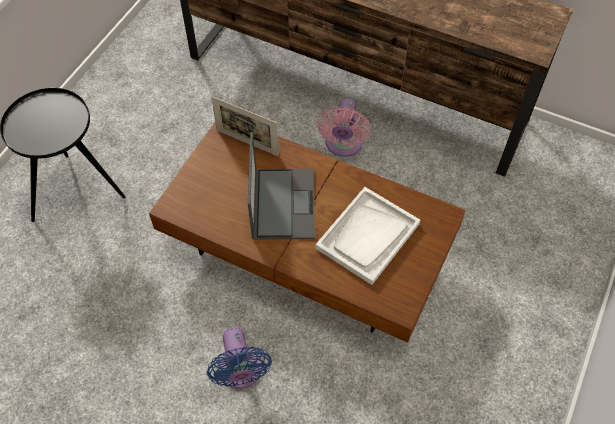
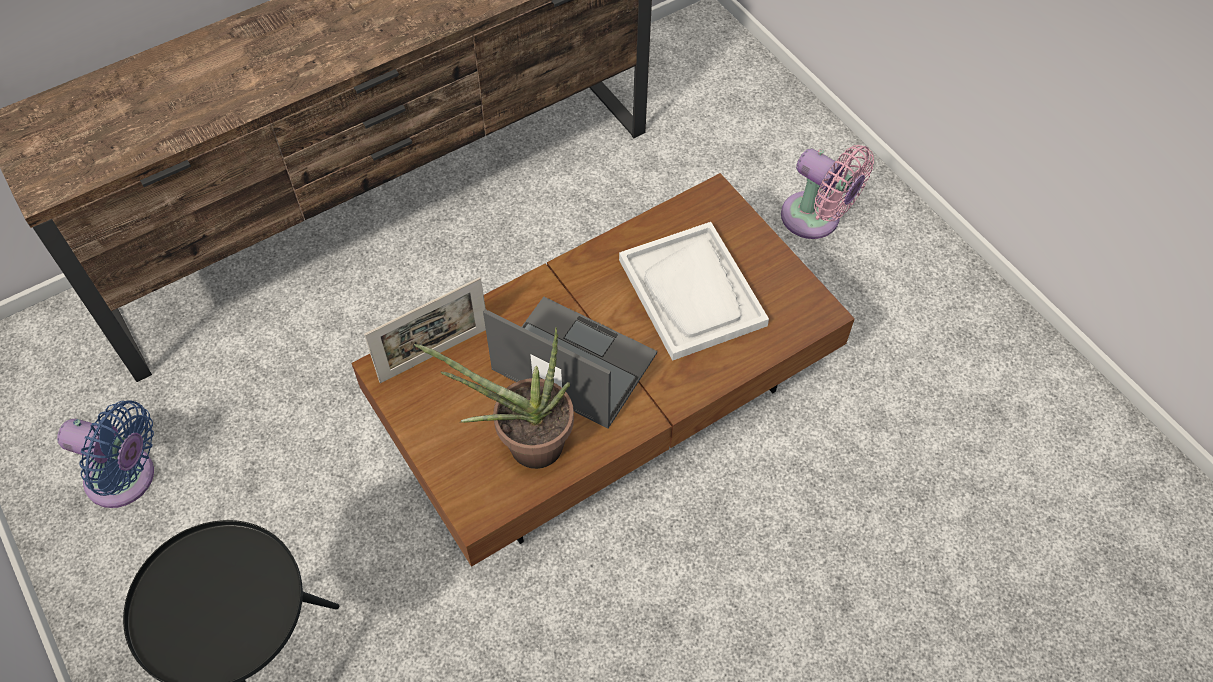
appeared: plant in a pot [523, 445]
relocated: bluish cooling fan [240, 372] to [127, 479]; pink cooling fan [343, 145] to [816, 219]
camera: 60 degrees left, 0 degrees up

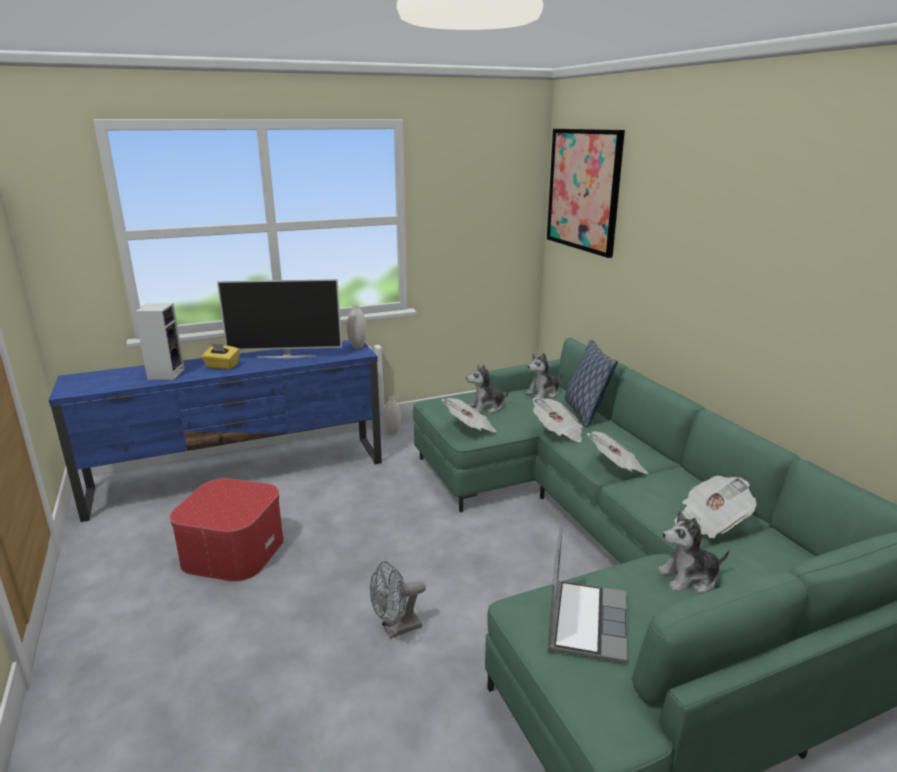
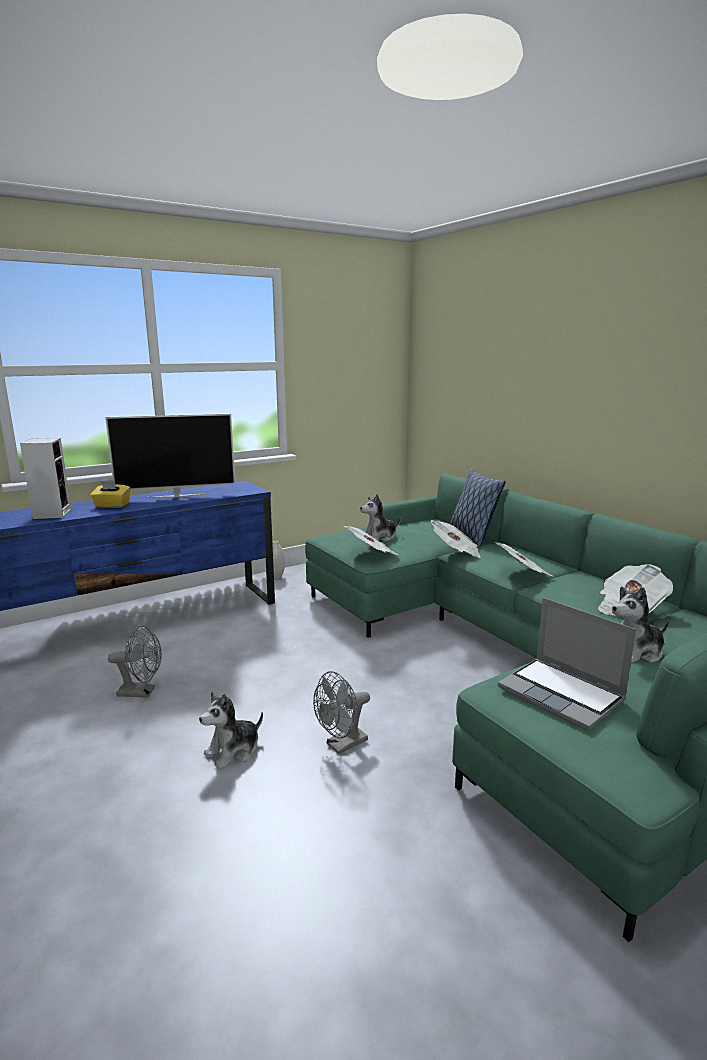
missing: whitish decorative vase [357, 347]; picture [583, 190]
relocated: plush toy [543, 393] to [233, 751]
exchanged: footrest [233, 551] to grey cooling fan [142, 692]
spun: notebook computer [585, 621] = [562, 694] 135 degrees clockwise
camera: 10 degrees left, 5 degrees down

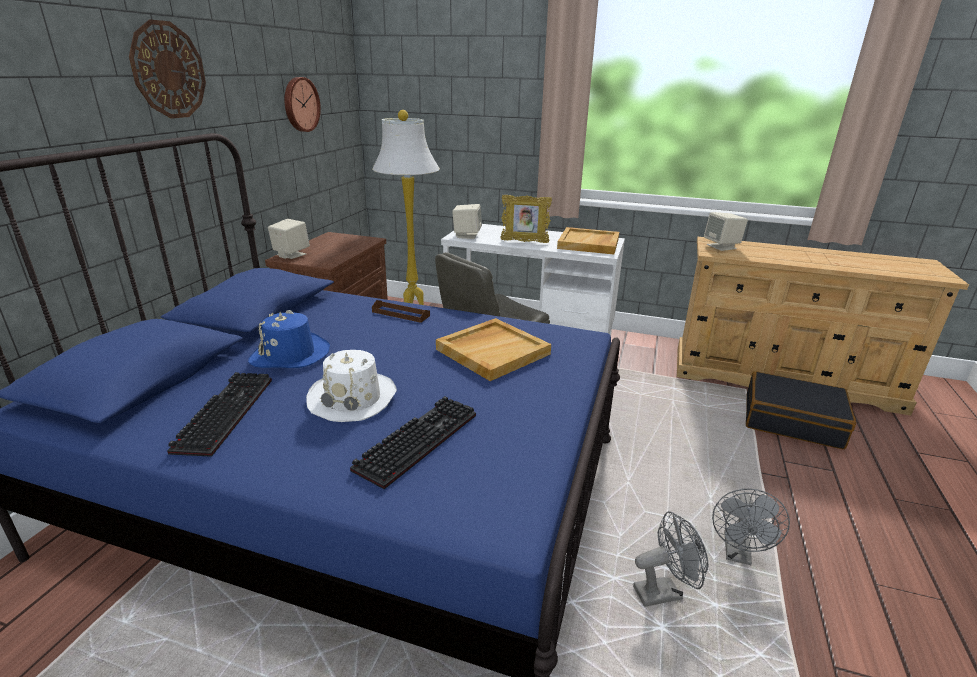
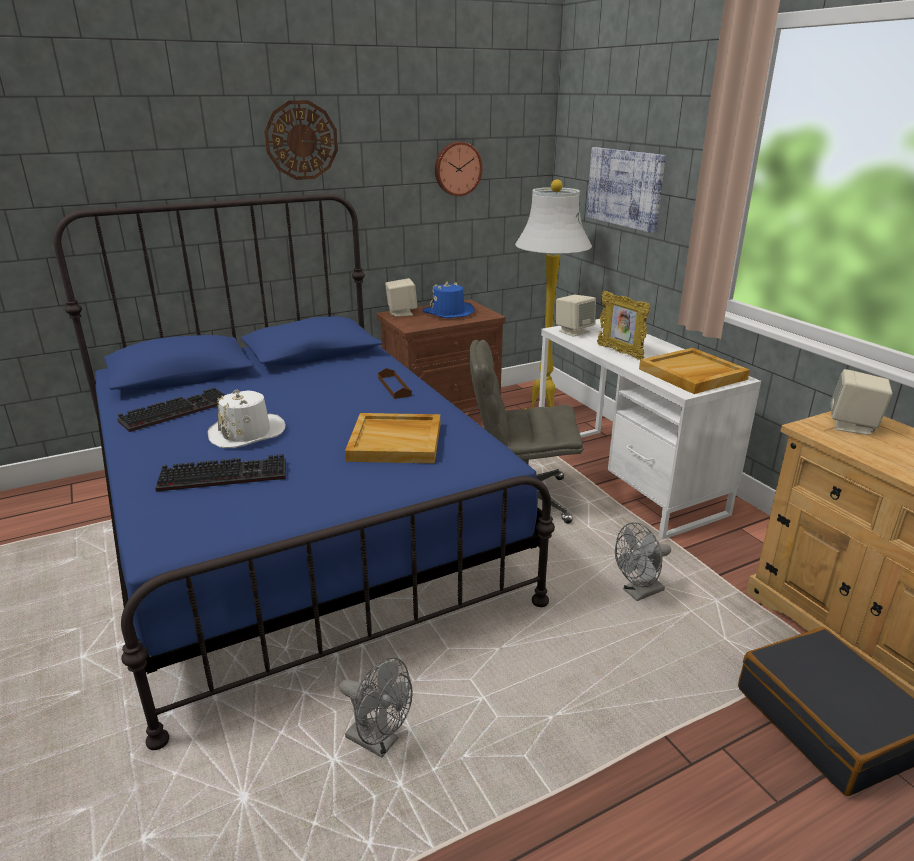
appeared: picture [625, 188]
relocated: bluish clothing hat [290, 355] to [448, 312]; grey cooling fan [738, 554] to [638, 593]
camera: 45 degrees right, 0 degrees up

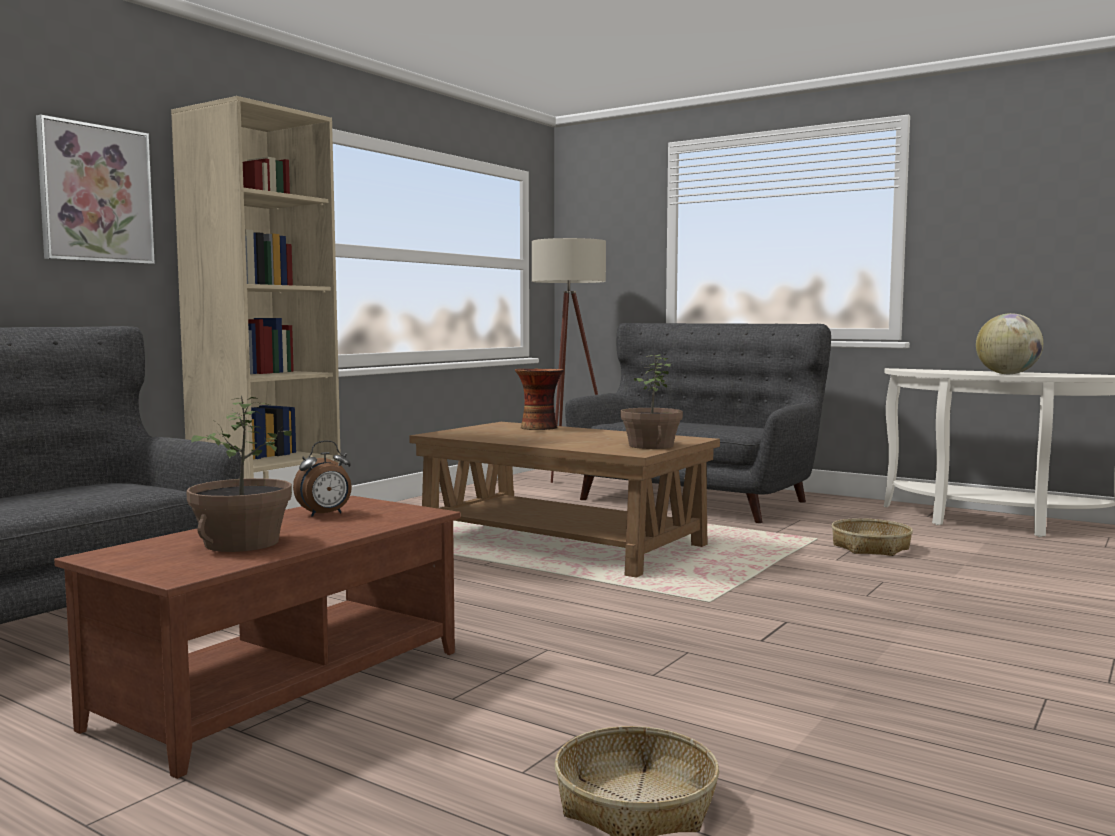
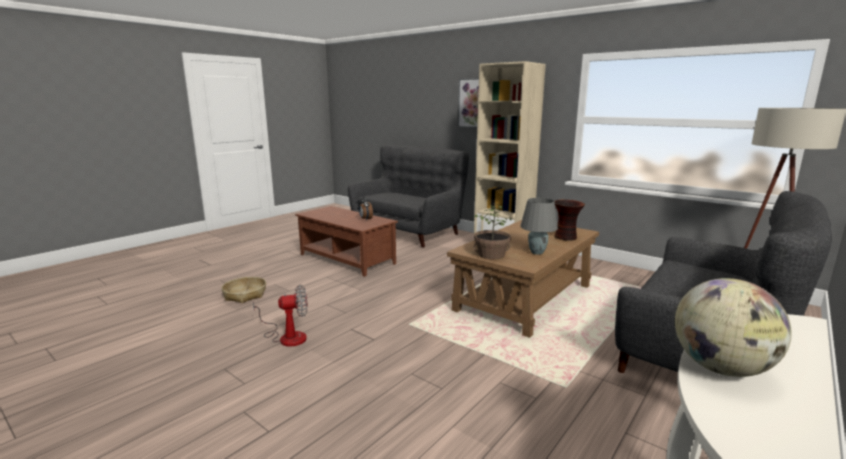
missing: plant in a pot [241, 543]; household basket [871, 547]
appeared: cooling fan [287, 336]; grey tabletop lamp [536, 252]
camera: 95 degrees right, 10 degrees up

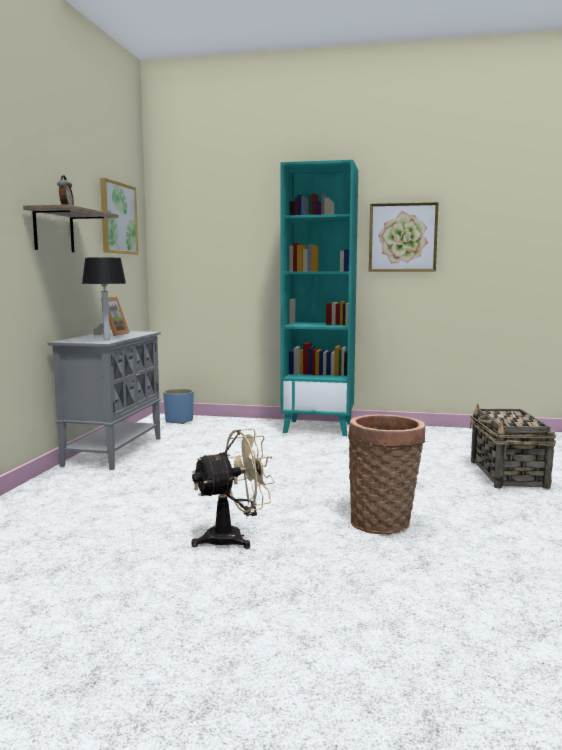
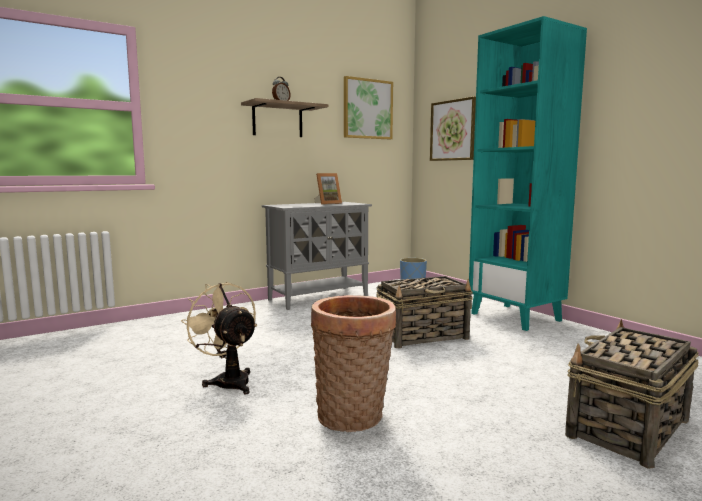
missing: tabletop lamp [106, 339]
appeared: household basket [423, 336]
relocated: picture [402, 237] to [452, 130]
spun: sand-coloured cooling fan [233, 538] = [228, 380] 150 degrees counterclockwise
camera: 45 degrees right, 0 degrees up

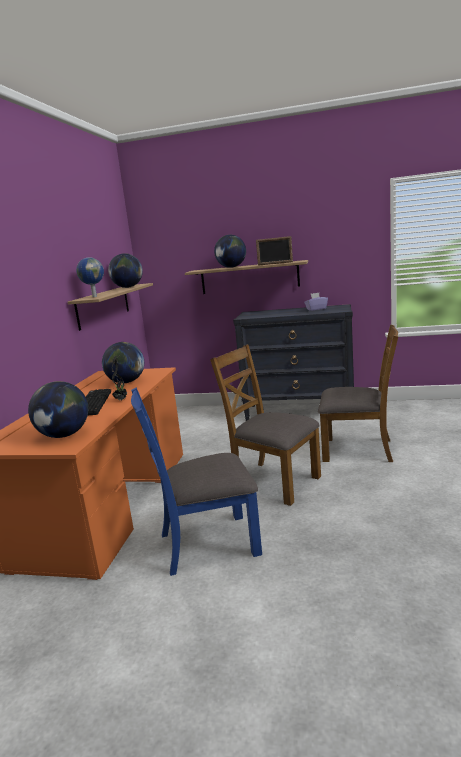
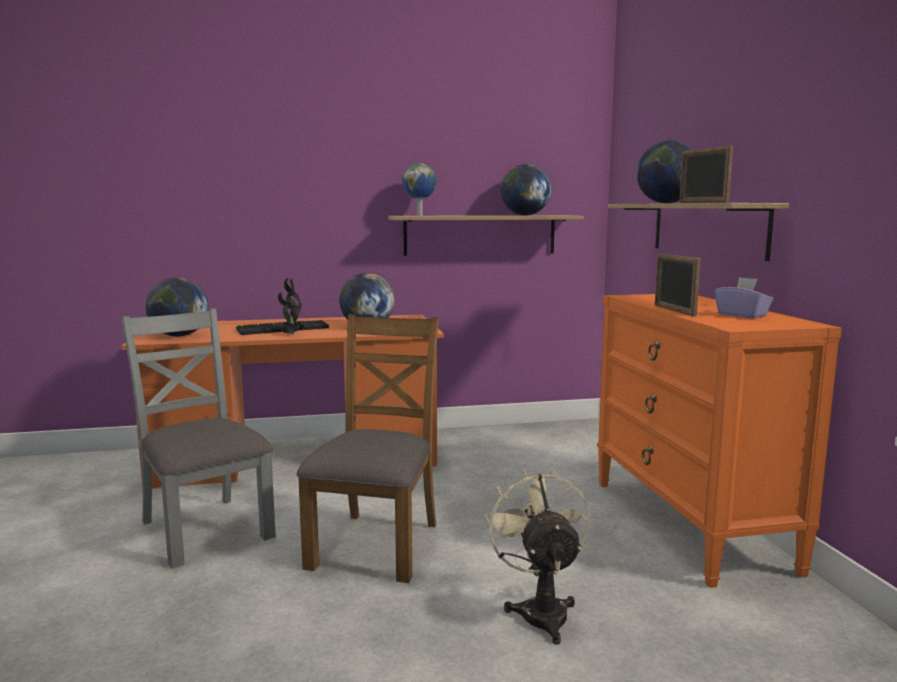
appeared: picture frame [674, 310]
exchanged: brown upright chair [358, 450] to sand-coloured cooling fan [540, 610]
colour: bluish upright chair [207, 543] to grey upright chair [204, 529]; black drawer chest [300, 411] to orange drawer chest [690, 524]
camera: 65 degrees right, 5 degrees down

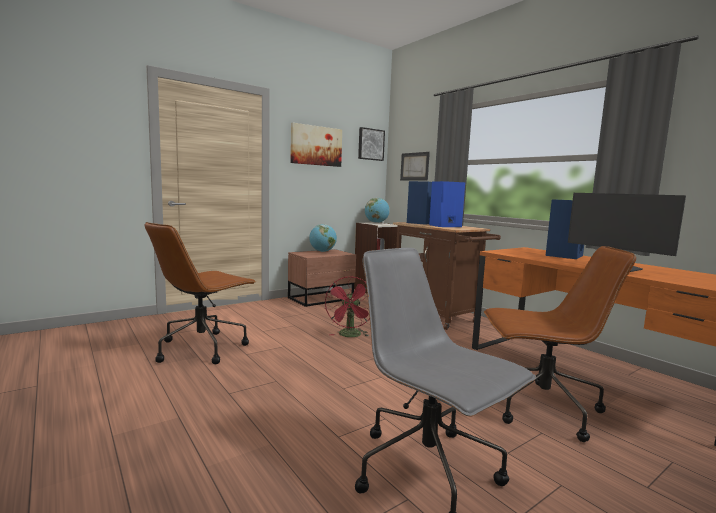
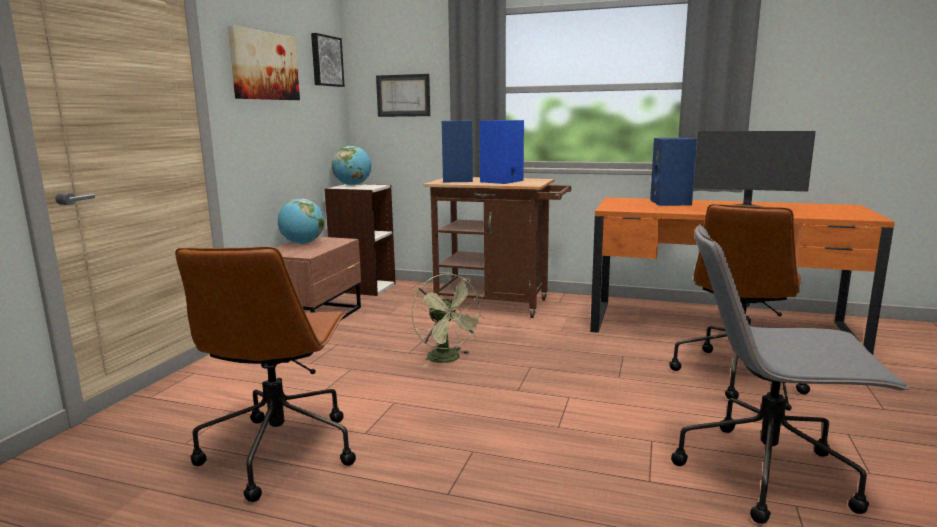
colour: reddish cooling fan [350, 336] to green cooling fan [448, 359]
spun: brown computer chair [540, 408] = [736, 373] 150 degrees clockwise
camera: 35 degrees left, 5 degrees up

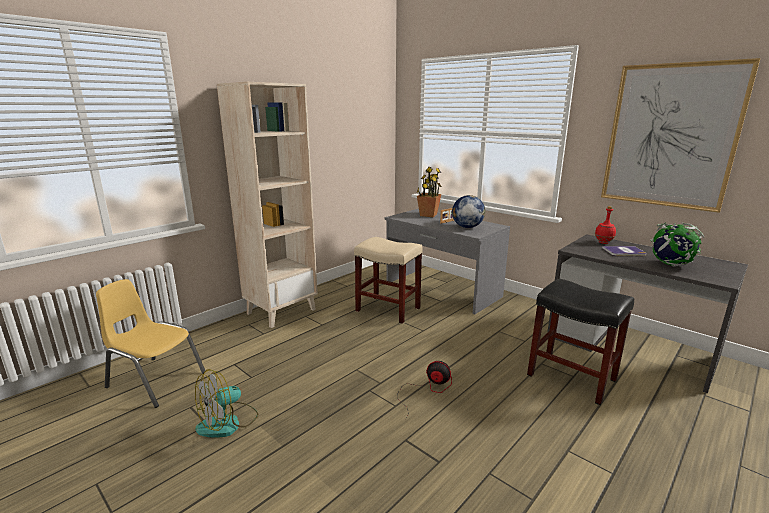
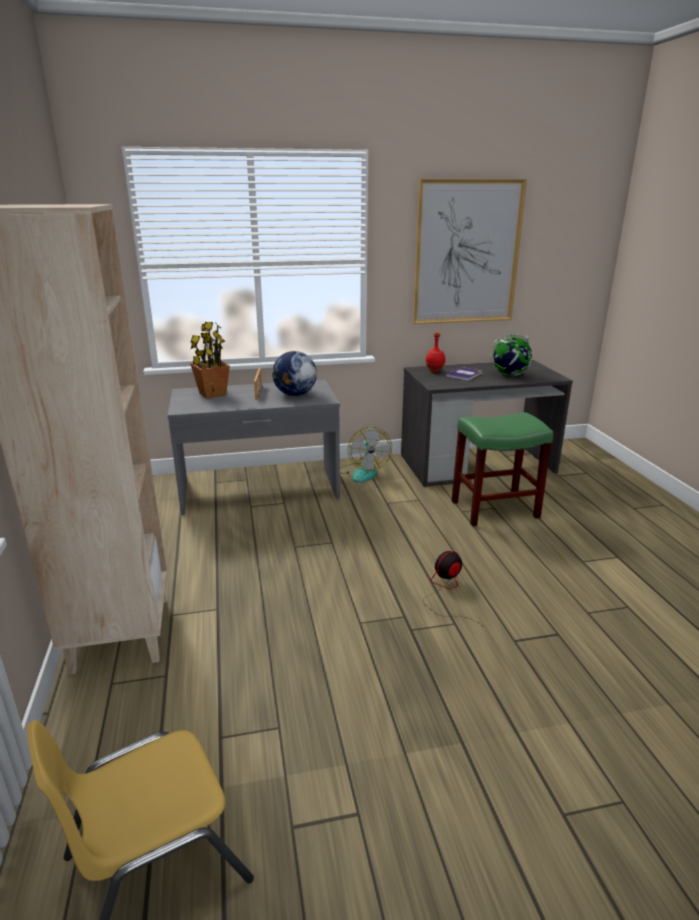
missing: sand-coloured stool seat [387, 310]
relocated: cooling fan [228, 423] to [362, 472]
colour: black stool seat [570, 377] to green stool seat [494, 510]
camera: 55 degrees left, 5 degrees up

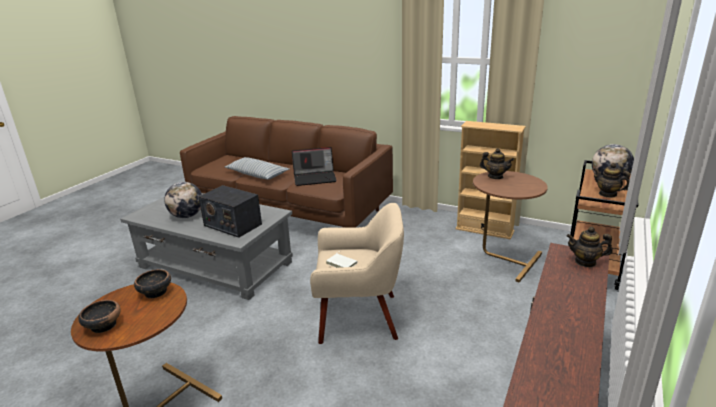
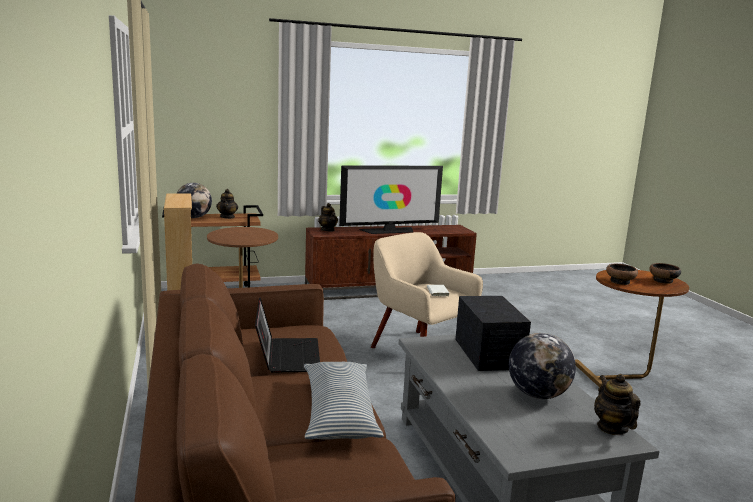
appeared: TV set [389, 231]
relocated: pot for tea [495, 177] to [612, 428]
spun: notebook computer [315, 178] = [287, 355] 45 degrees clockwise
camera: 135 degrees left, 10 degrees down

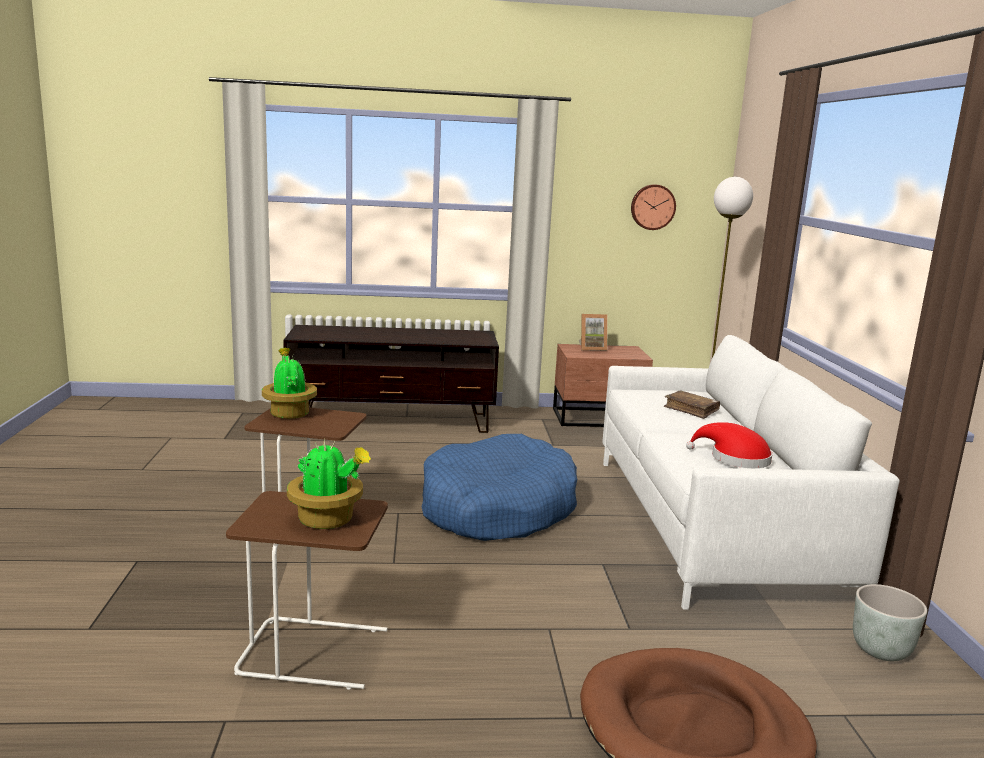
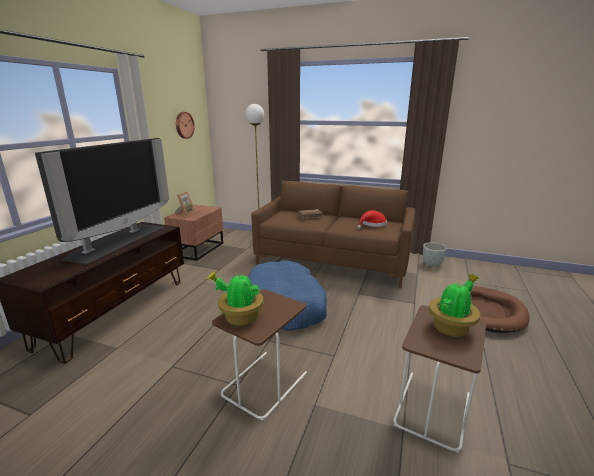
appeared: TV set [117, 242]
colour: whitish sofa [712, 524] to brown sofa [333, 260]
camera: 65 degrees left, 5 degrees up

